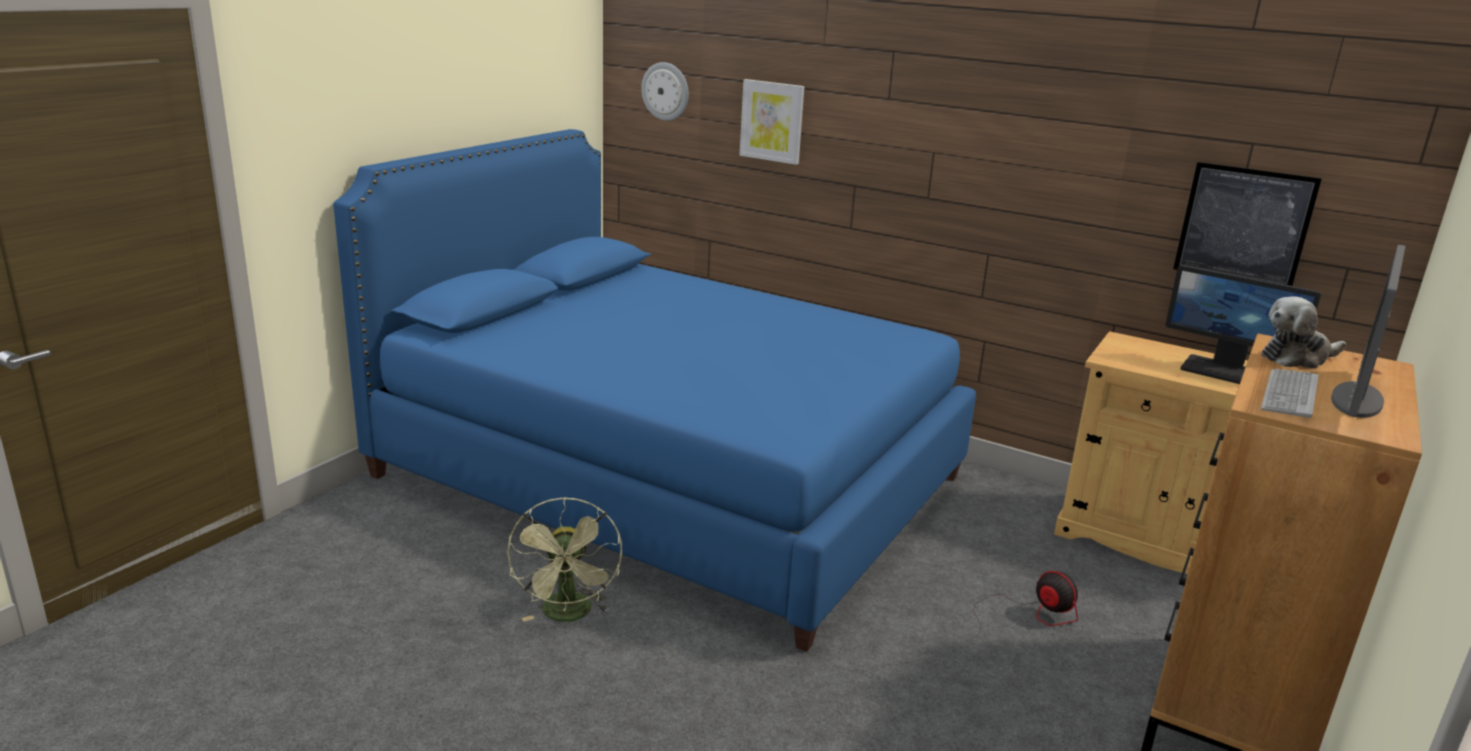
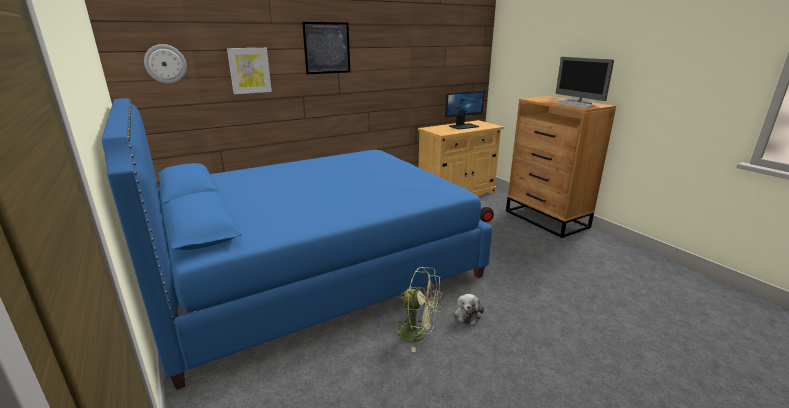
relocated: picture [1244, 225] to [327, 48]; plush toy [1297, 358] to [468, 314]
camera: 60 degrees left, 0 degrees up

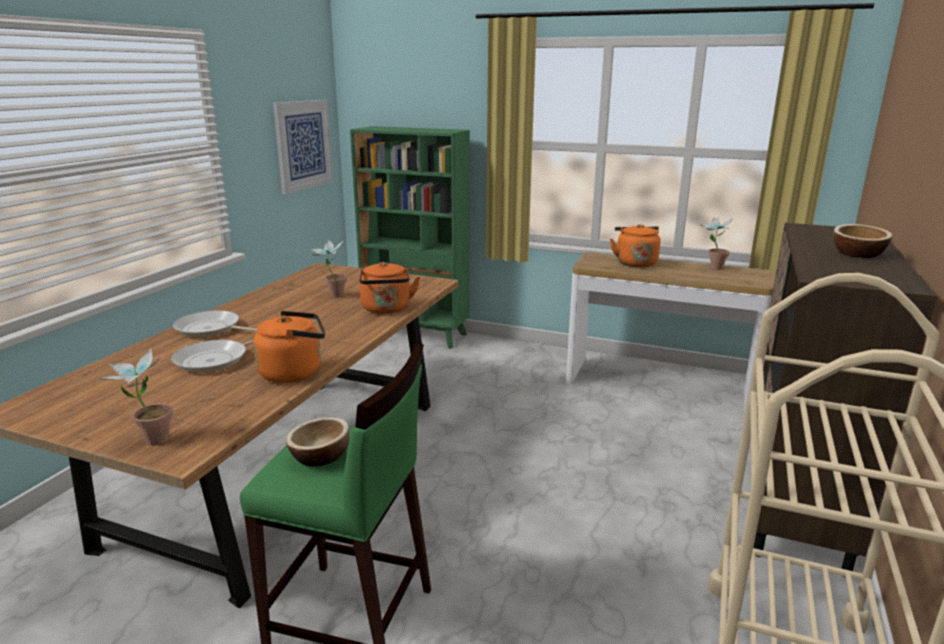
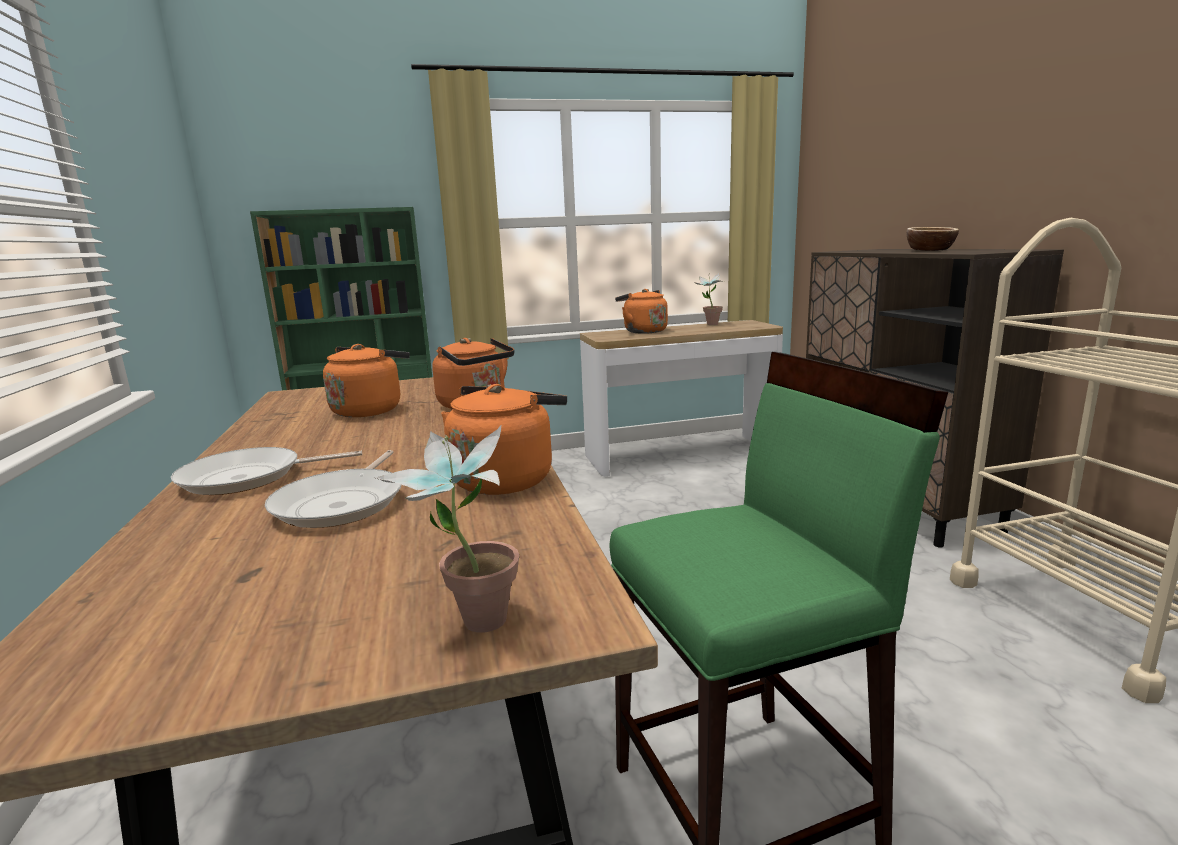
missing: picture [303, 145]; deep dish [320, 456]
exchanged: plant in a pot [332, 296] to orange kettle [369, 410]
camera: 35 degrees left, 5 degrees down

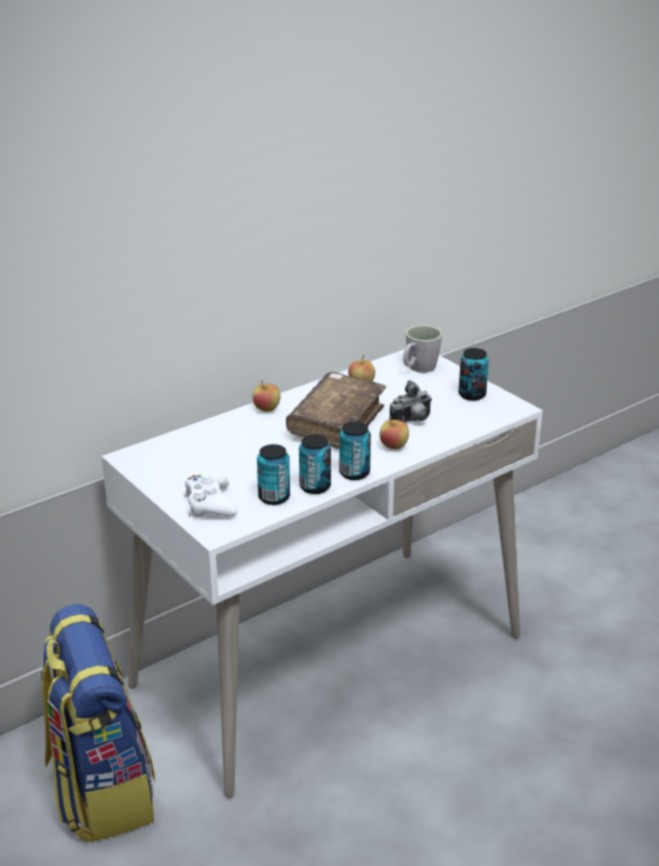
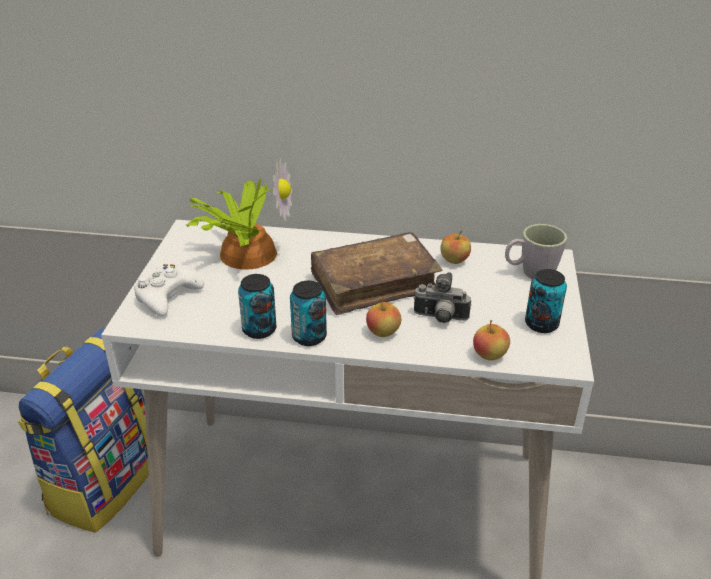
missing: can [274, 497]
appeared: plant in a pot [246, 252]
relocated: whole apple [266, 409] to [489, 355]
camera: 45 degrees right, 5 degrees up

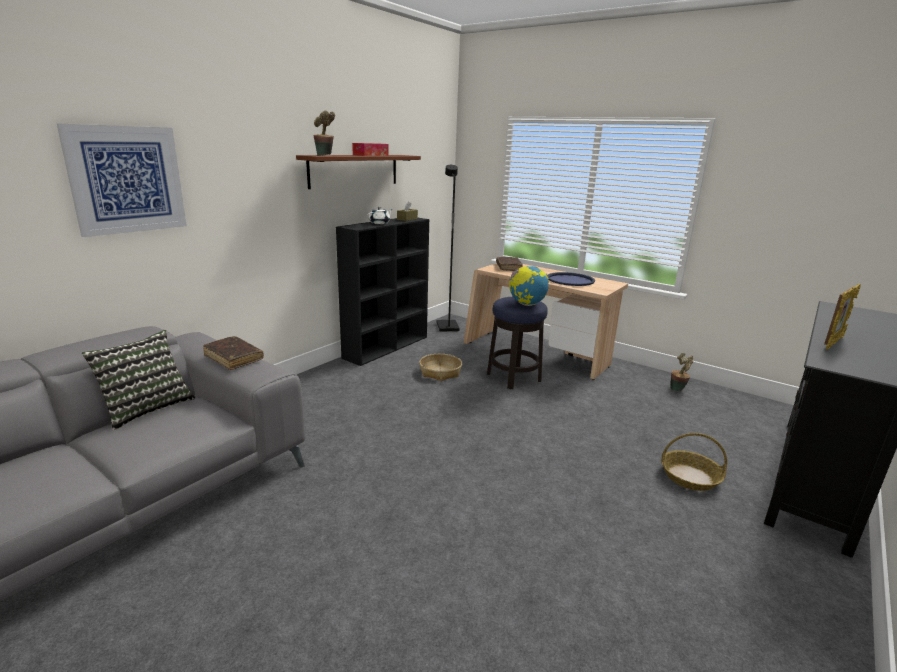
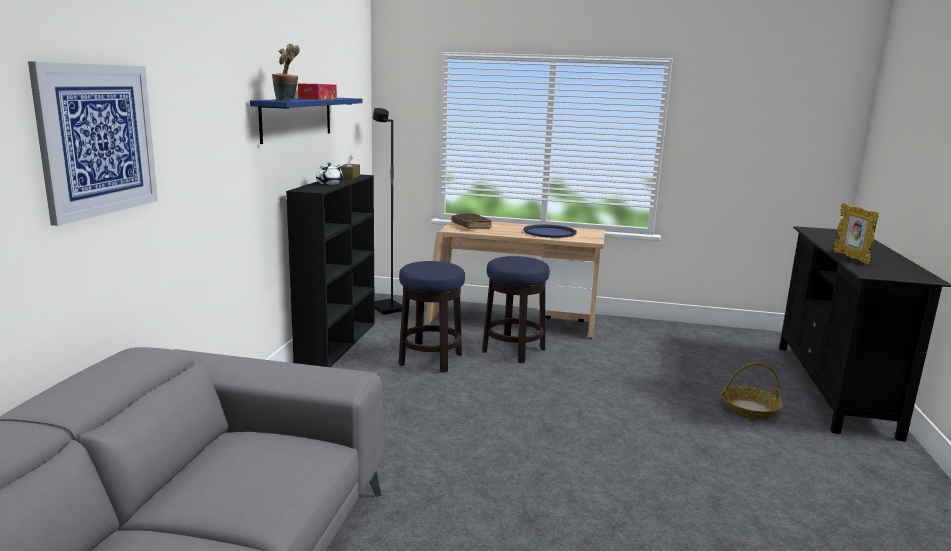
missing: cushion [146, 408]; brown bound book [233, 358]; desk globe [527, 304]; plant in a pot [678, 389]
exchanged: household basket [440, 372] to stool seat [430, 360]
colour: brown wall shelf [354, 170] to bluish wall shelf [297, 118]
spun: picture frame [833, 343] = [851, 258] 150 degrees clockwise
camera: 25 degrees left, 5 degrees down

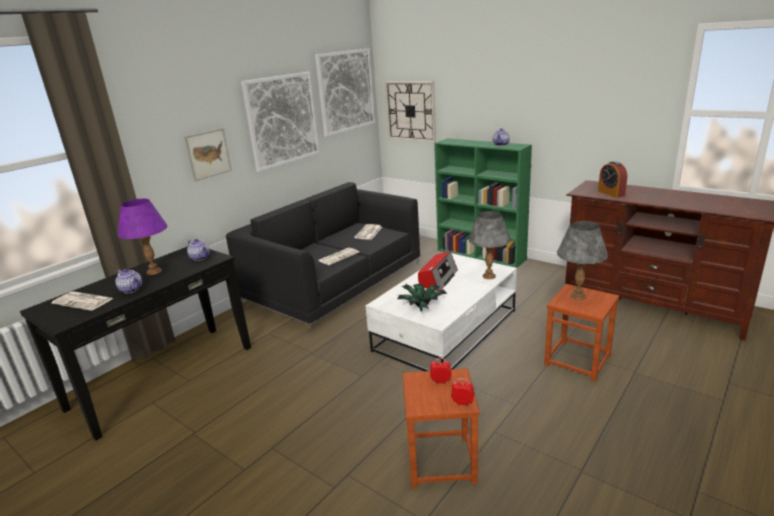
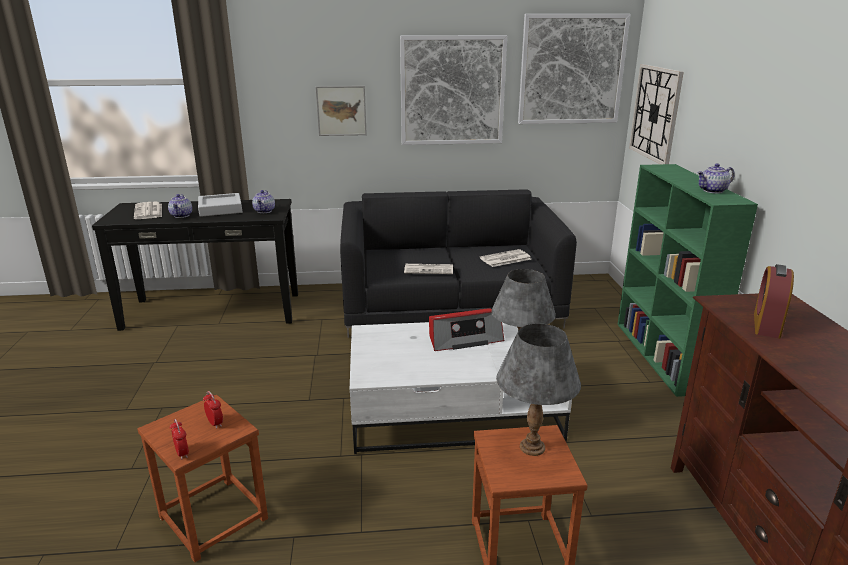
missing: plant in a pot [423, 306]
exchanged: purple-coloured tabletop lamp [154, 272] to grey serving tray [220, 209]
camera: 45 degrees right, 0 degrees up

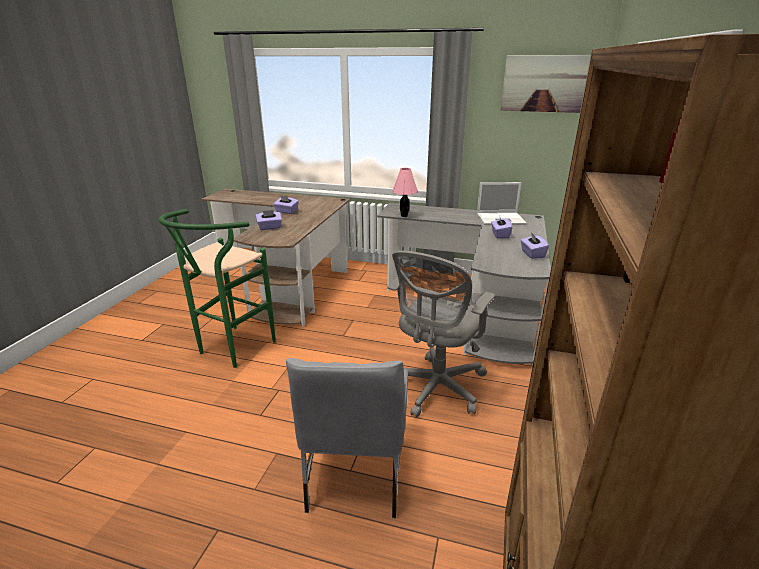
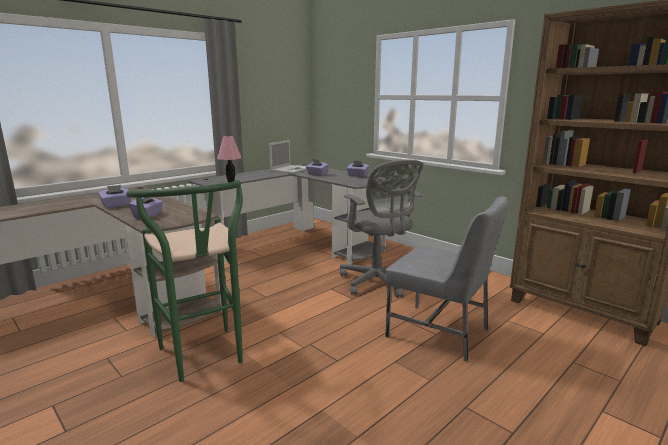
missing: picture [543, 83]
camera: 60 degrees left, 10 degrees down

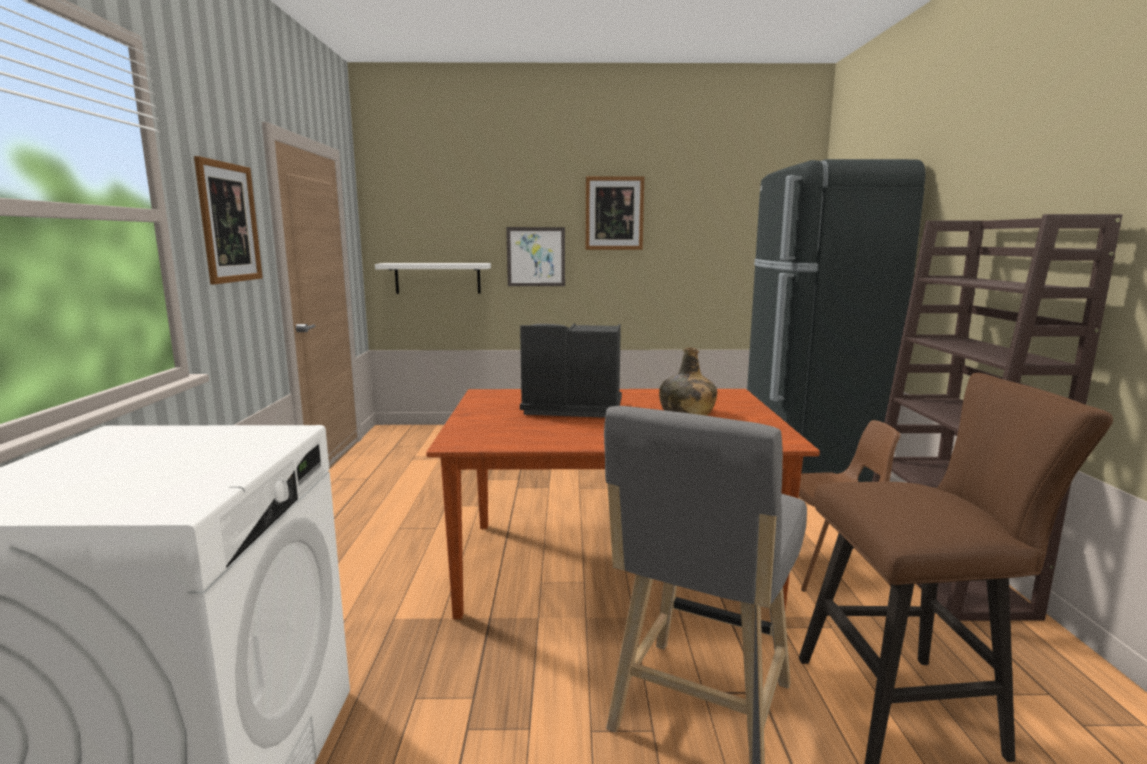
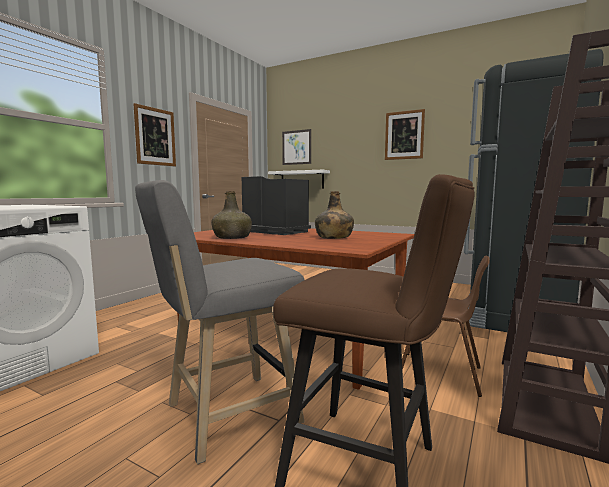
appeared: green drink bottle [232, 238]
relocated: picture [536, 256] to [296, 147]
camera: 30 degrees right, 5 degrees down

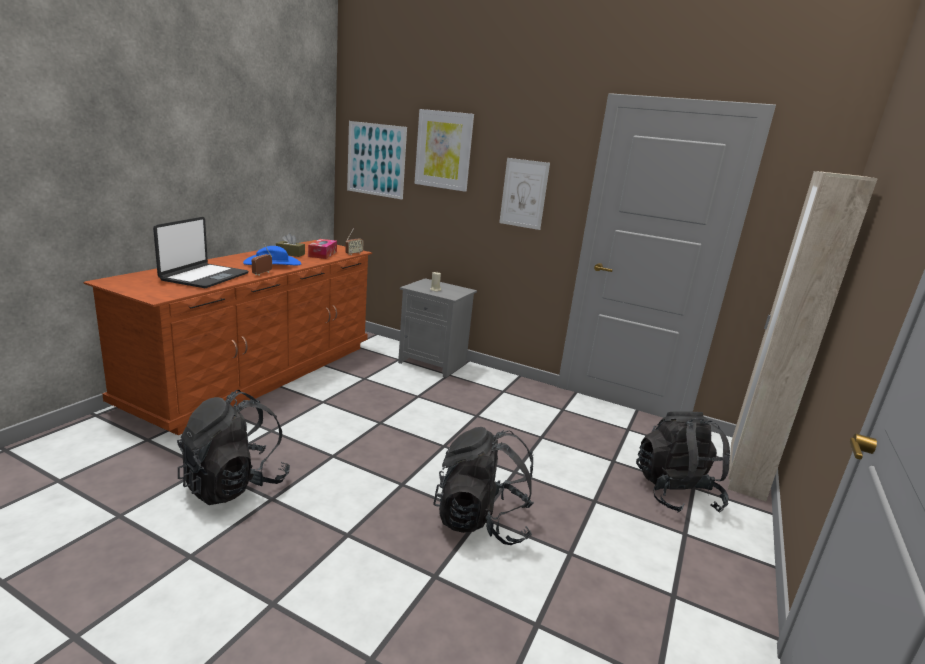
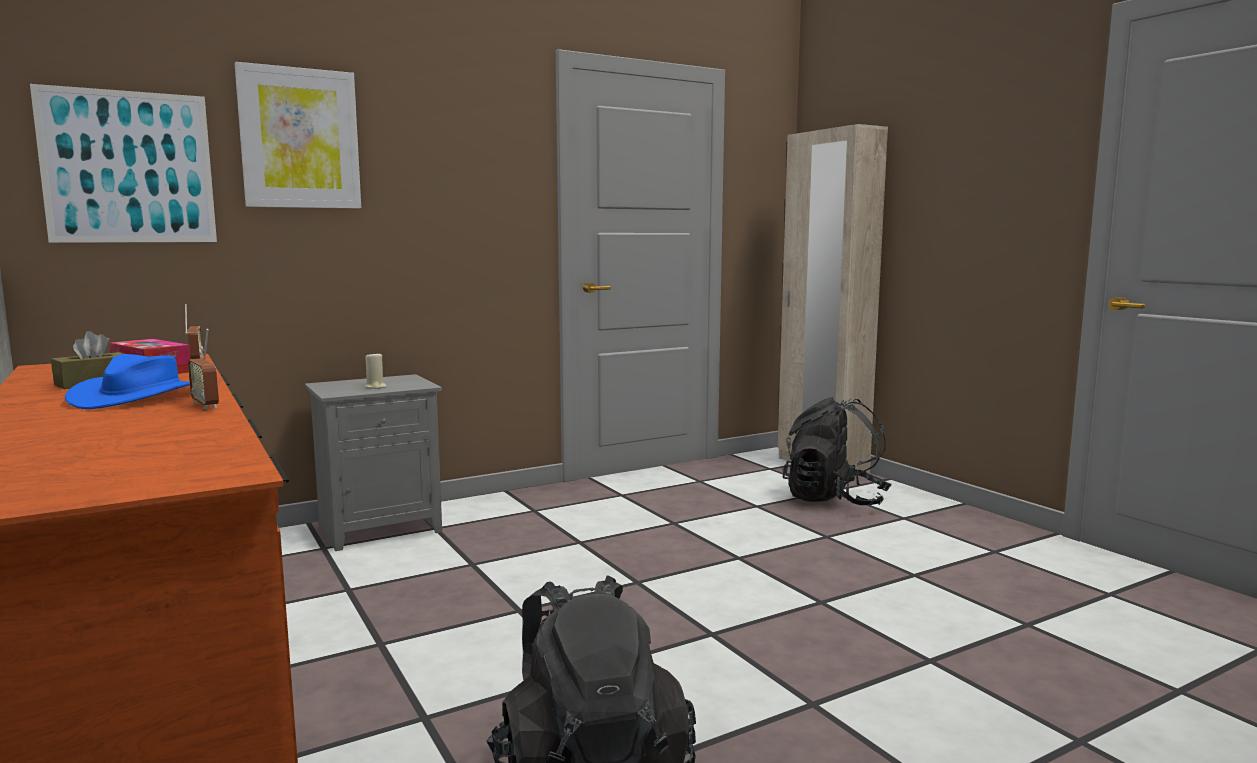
missing: notebook computer [204, 277]; black knapsack [482, 521]; picture [524, 193]
camera: 55 degrees left, 10 degrees down

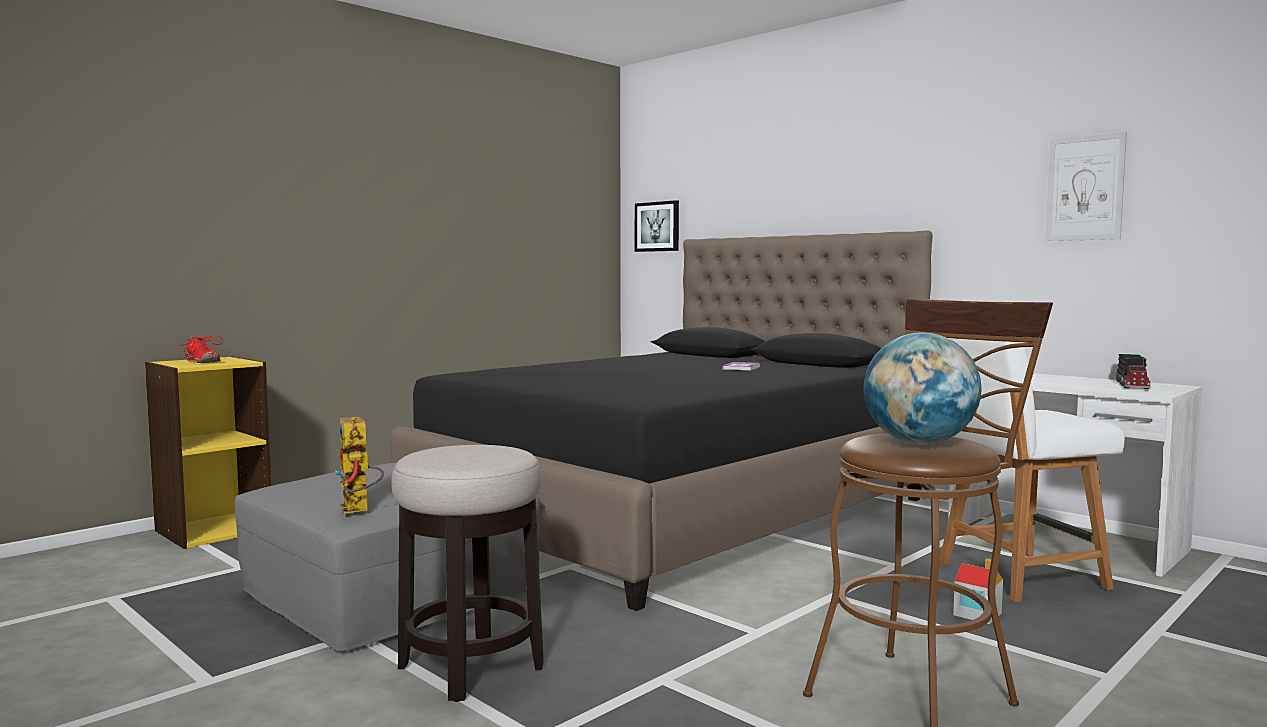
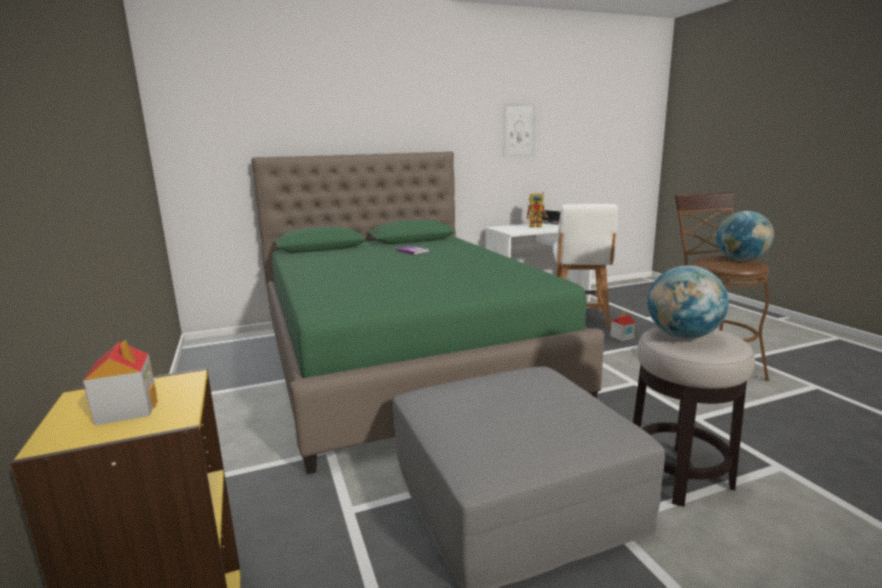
missing: picture [657, 226]
appeared: desk globe [682, 336]
relocated: robot figure [359, 510] to [538, 226]
exchanged: reddish low shoe [202, 362] to miniature house [127, 409]
colour: black bed [672, 510] to green bed [404, 360]
camera: 65 degrees left, 10 degrees up

